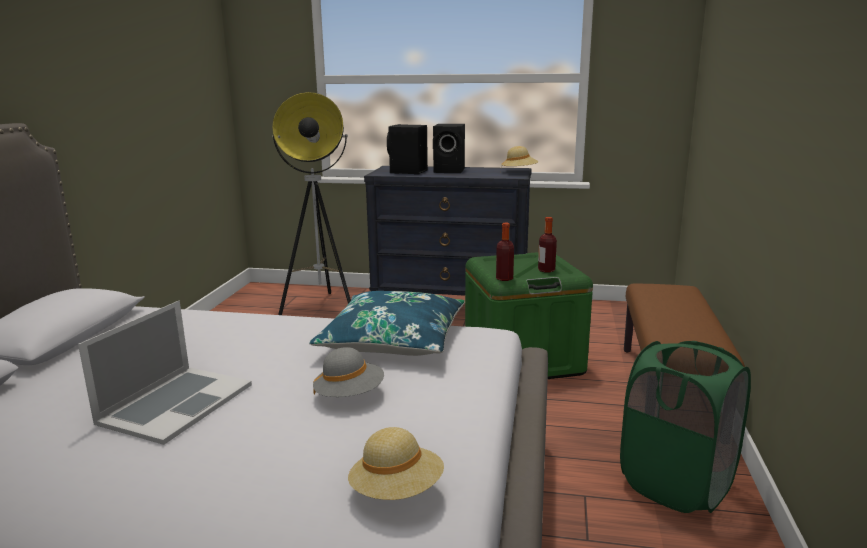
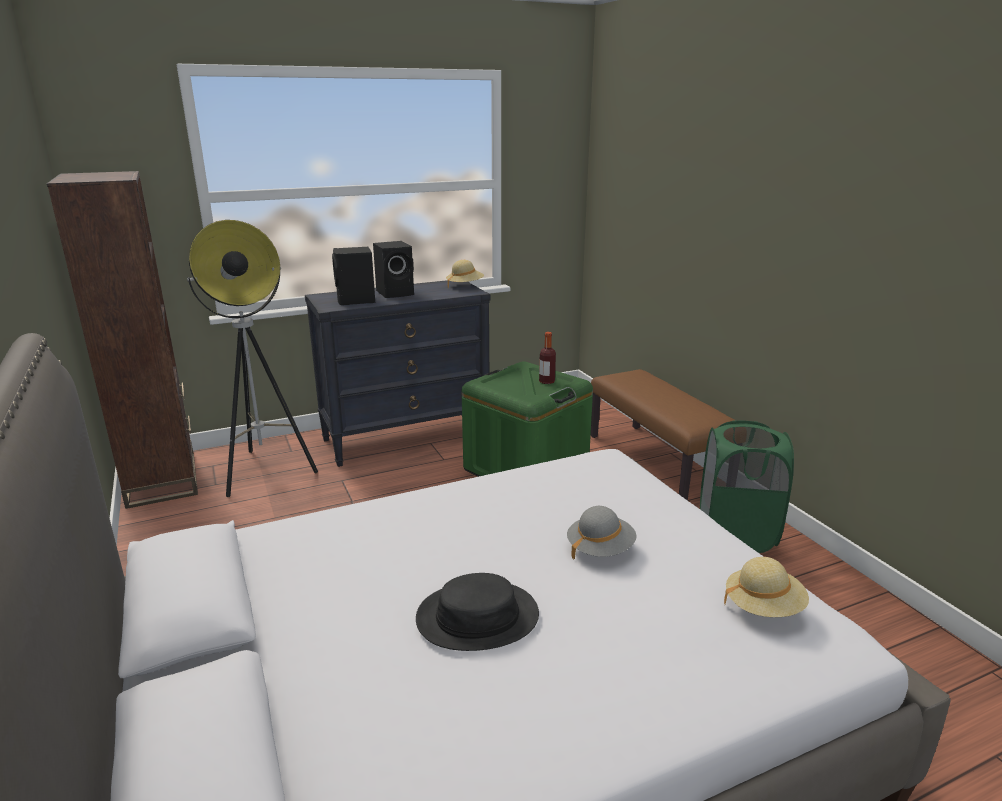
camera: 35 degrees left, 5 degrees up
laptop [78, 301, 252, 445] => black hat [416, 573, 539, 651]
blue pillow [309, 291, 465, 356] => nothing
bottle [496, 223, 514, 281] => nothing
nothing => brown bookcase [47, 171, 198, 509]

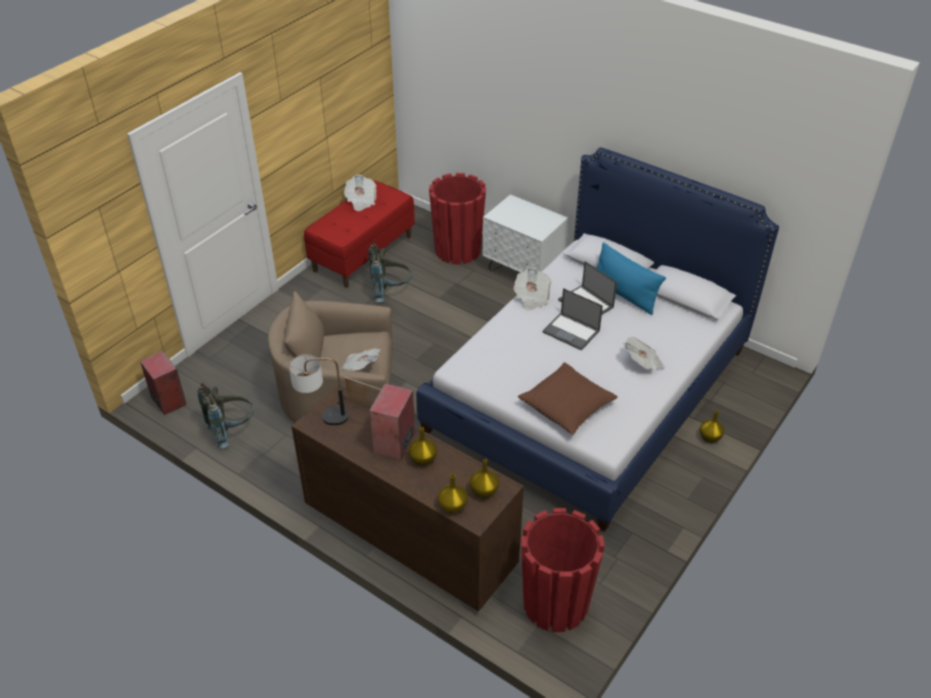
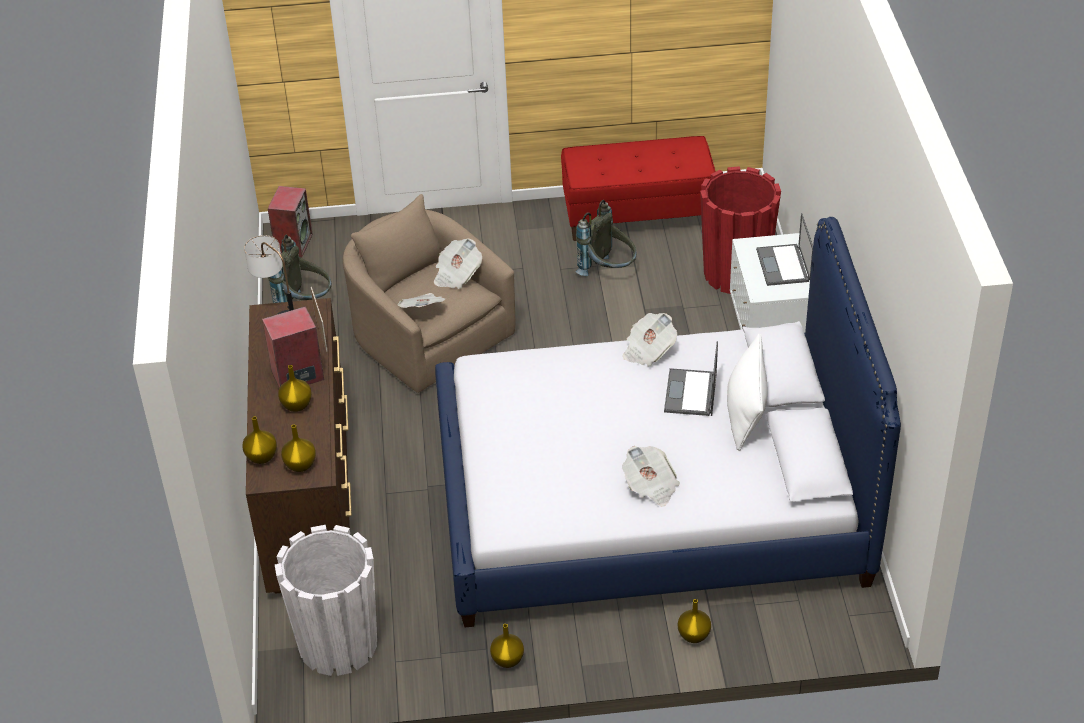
camera: 50 degrees right, 0 degrees up
newspaper [344, 175, 376, 211] => newspaper [434, 239, 482, 289], move
brown pillow [518, 362, 618, 435] => nothing
red planter [521, 508, 605, 632] => white planter [275, 525, 377, 676]
laptop [543, 288, 603, 351] => laptop [756, 213, 813, 286], move
blue pillow [596, 242, 666, 315] => white pillow [727, 334, 768, 451]
nothing => yellow vase [490, 624, 524, 668]

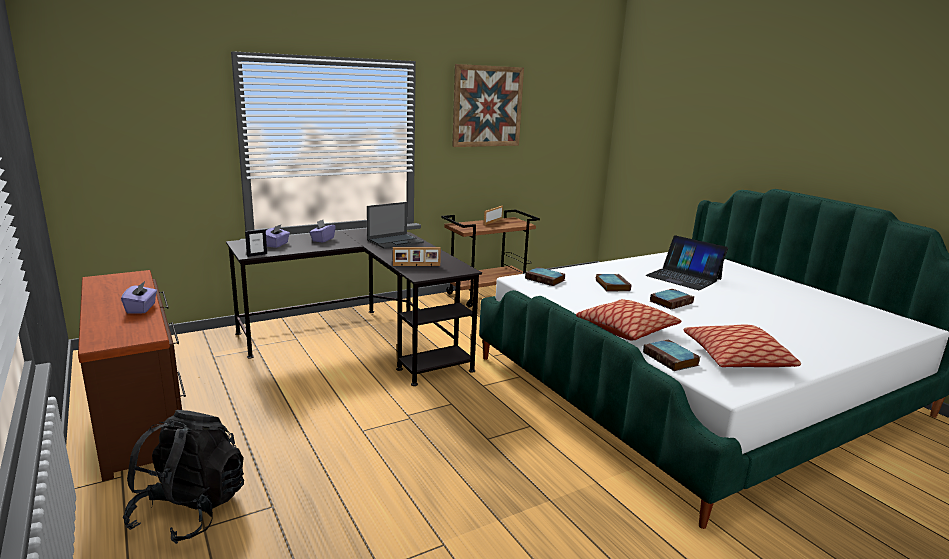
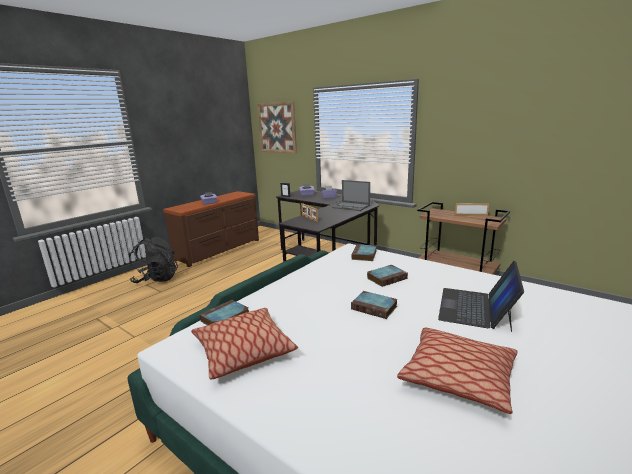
camera: 70 degrees right, 0 degrees up
picture [452, 64, 524, 147] => picture [257, 102, 297, 154], move
pillow [576, 299, 681, 340] => pillow [397, 328, 518, 414], move

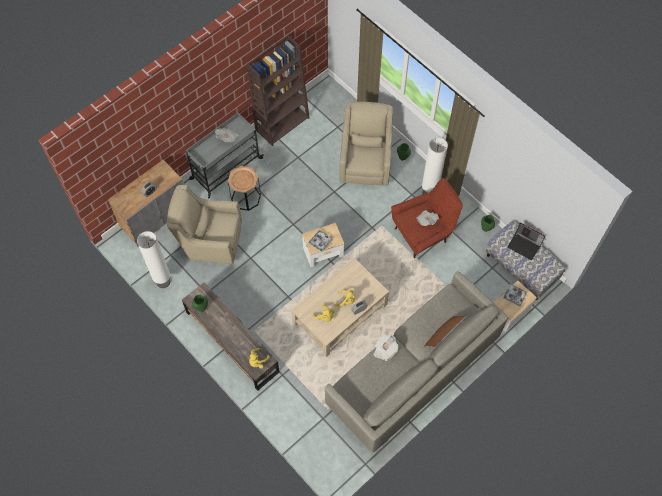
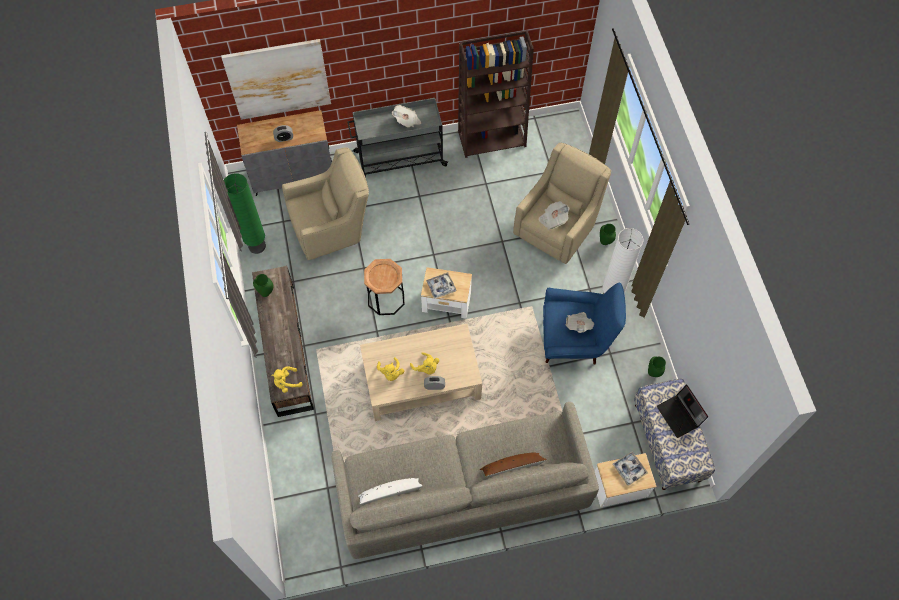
camera: 30 degrees right, 0 degrees up
white floor lamp [137, 231, 170, 288] => green floor lamp [224, 173, 266, 254]
beige armchair [167, 185, 242, 264] => beige armchair [282, 147, 369, 260], 120 degrees clockwise
brown side table [228, 166, 261, 211] => brown side table [364, 259, 404, 315], move
newspaper [373, 335, 398, 361] => newspaper [538, 201, 570, 230], move
red armchair [391, 178, 463, 258] => blue armchair [543, 283, 626, 365]
nothing => picture [221, 39, 331, 120]
nothing => white pillow [358, 478, 422, 505]

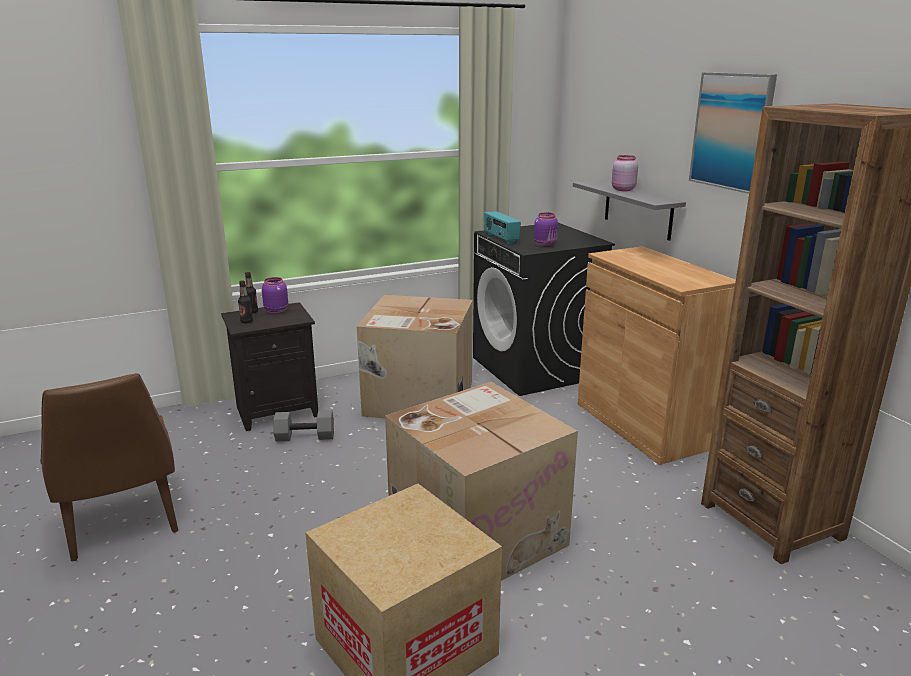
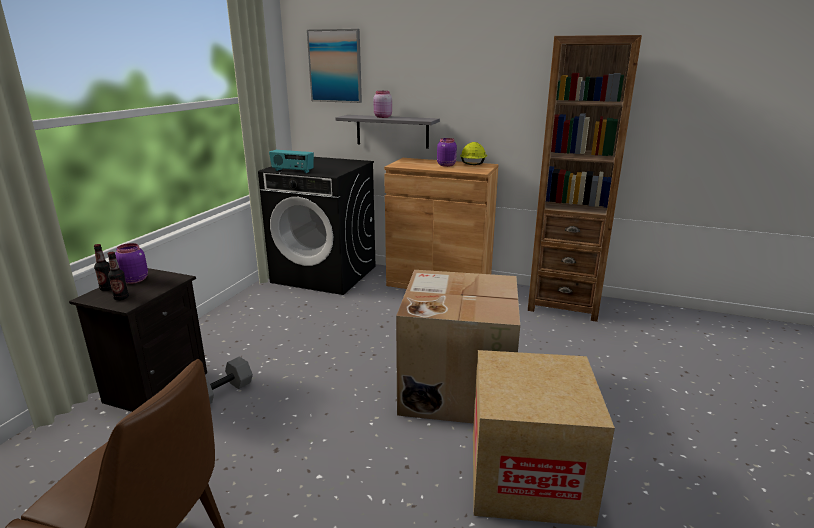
camera: 45 degrees left, 0 degrees up
cardboard box [357, 295, 473, 418] => nothing
purple jar [534, 213, 558, 247] => purple jar [437, 138, 457, 167], move
picture [689, 72, 777, 194] => picture [307, 29, 362, 103], move
nothing => yellow hard hat [460, 142, 487, 165]

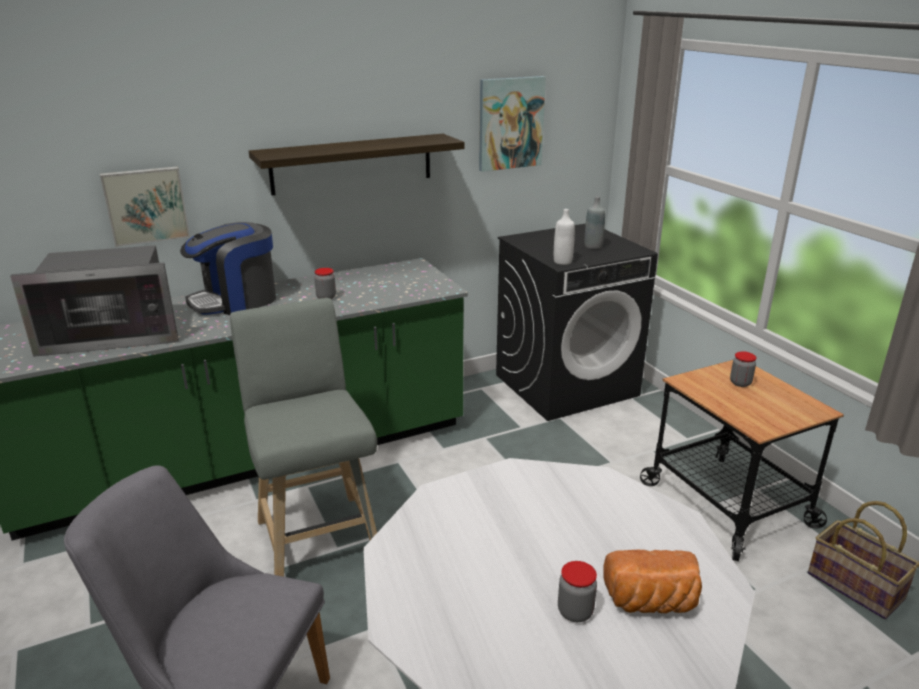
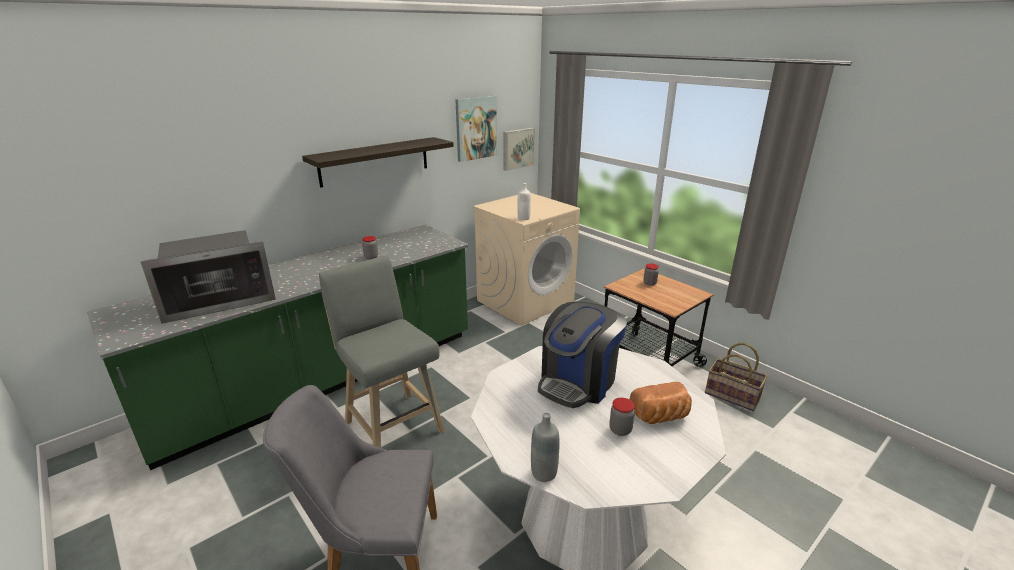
camera: 15 degrees left, 0 degrees up
picture [100, 167, 190, 247] => picture [503, 128, 535, 171], move
coffee machine [180, 222, 276, 315] => coffee machine [538, 301, 627, 408], move
black washing machine [496, 223, 658, 421] => beige washing machine [473, 193, 580, 326]
grey bottle [585, 196, 605, 249] => grey bottle [531, 413, 559, 482], move

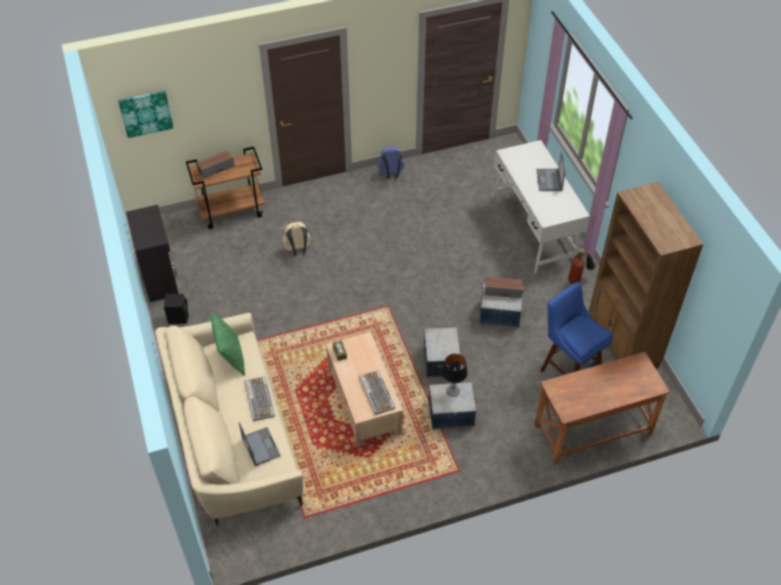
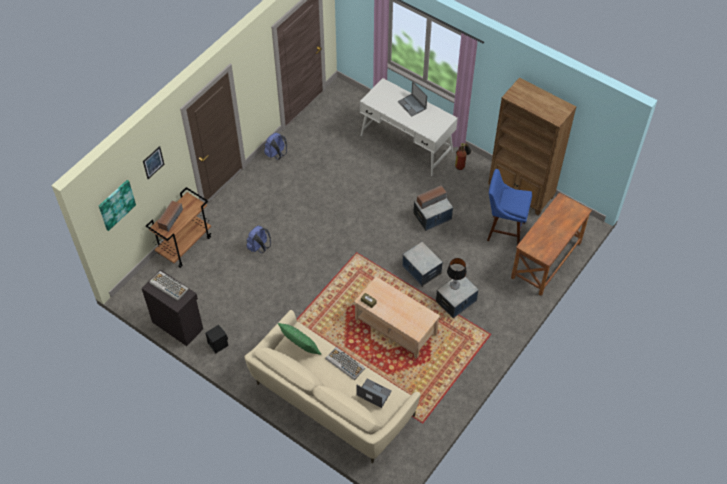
camera: 35 degrees left, 5 degrees up
beige backpack [282, 222, 311, 256] => blue backpack [247, 226, 271, 253]
keyboard [359, 370, 395, 415] => keyboard [149, 271, 189, 301], move
nothing => picture [143, 146, 164, 179]

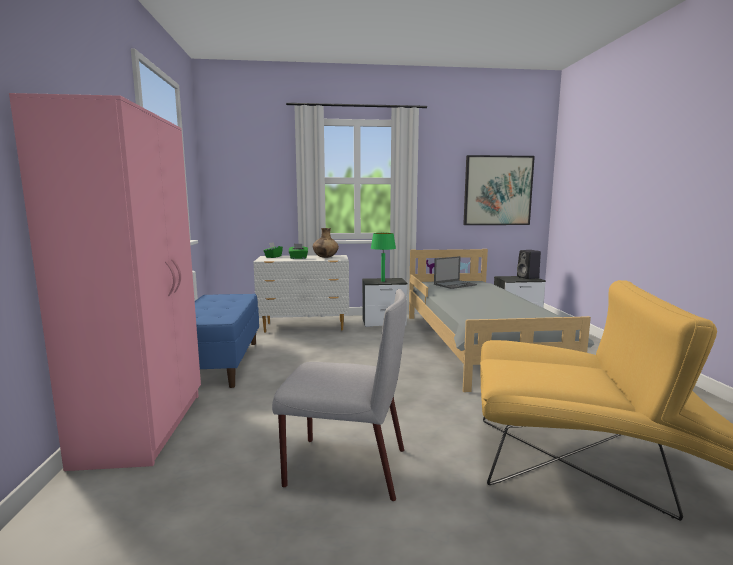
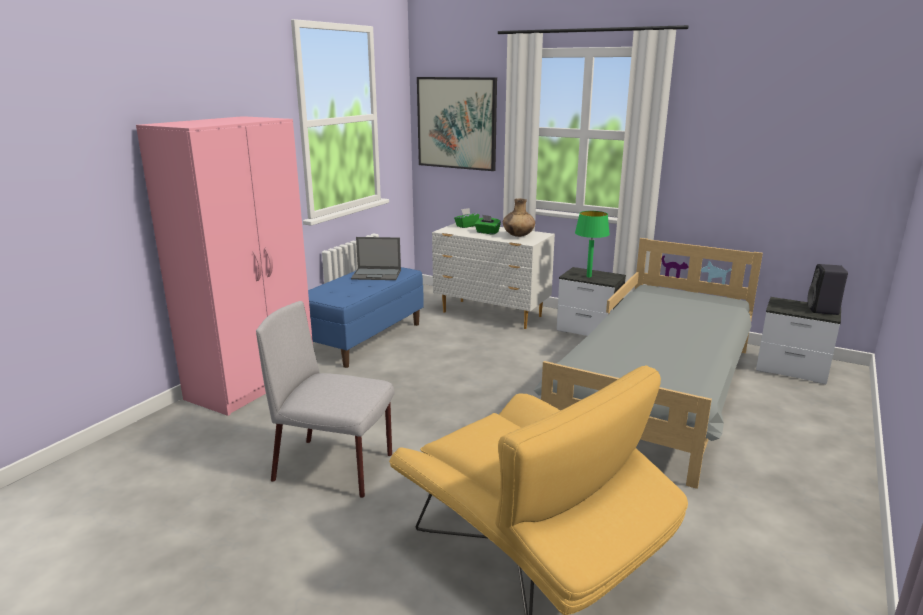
camera: 35 degrees right, 10 degrees up
grey chair [272, 289, 407, 502] => grey chair [256, 301, 394, 498], 150 degrees clockwise
laptop [434, 256, 477, 289] => laptop [351, 237, 401, 280], move
picture [463, 155, 535, 225] => picture [417, 77, 497, 171], move

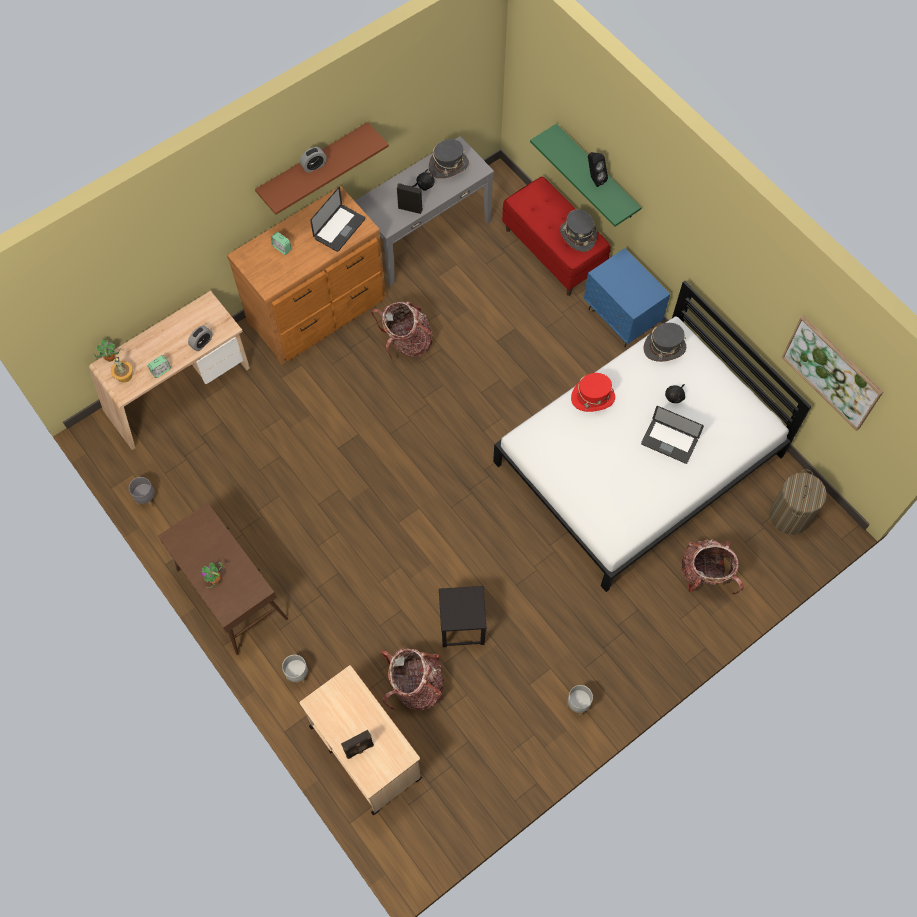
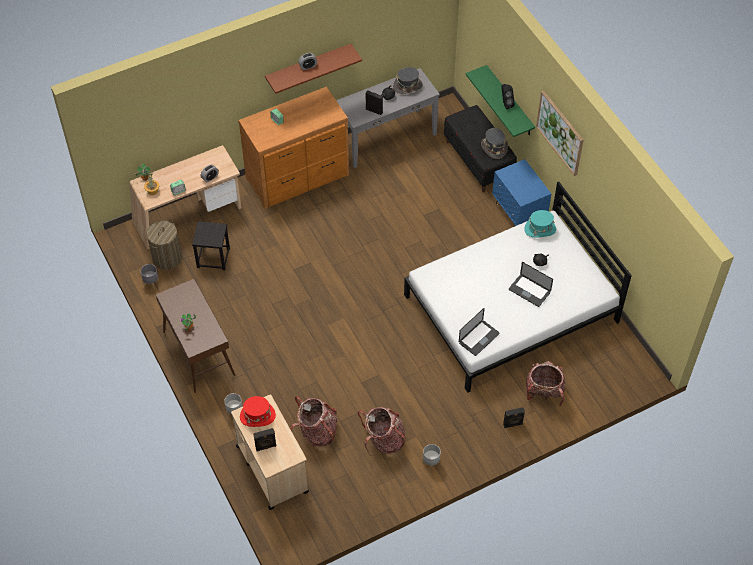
camera: 10 degrees right, 10 degrees down
laptop [310, 187, 365, 252] => laptop [459, 308, 499, 356], move
backpack [371, 301, 433, 363] => backpack [358, 407, 405, 456], move
black stool [439, 586, 486, 647] => black stool [192, 221, 230, 270], move
red bench [502, 177, 611, 296] => black bench [444, 105, 517, 192]
red hat [571, 373, 615, 412] => red hat [240, 396, 276, 427], move
grey hat [644, 323, 686, 362] => turquoise hat [524, 210, 556, 238]
laundry basket [769, 469, 827, 535] => laundry basket [147, 220, 182, 270], move
picture [782, 315, 883, 431] => picture [536, 90, 584, 176], move
nothing => black speaker [503, 407, 525, 428]

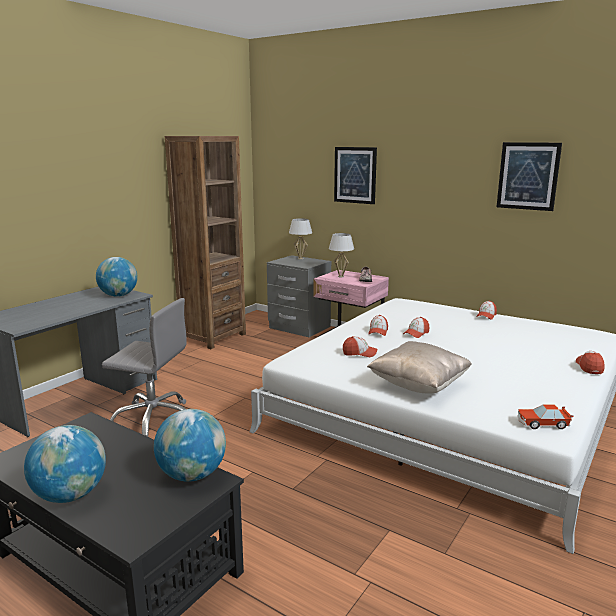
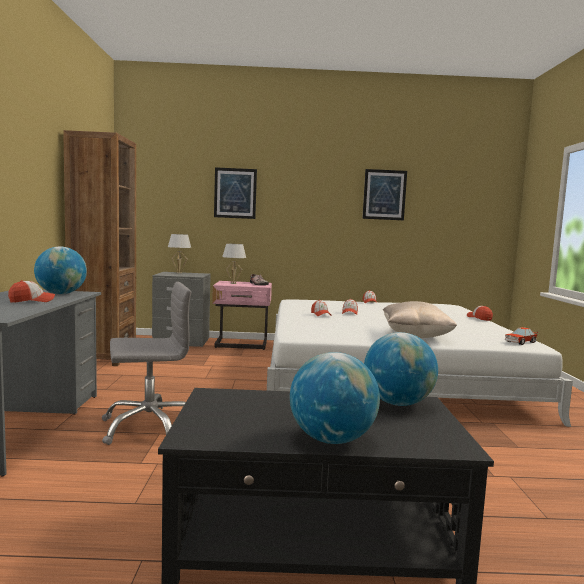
camera: 35 degrees left, 10 degrees down
cap [343, 336, 377, 357] => cap [8, 280, 55, 303], move

